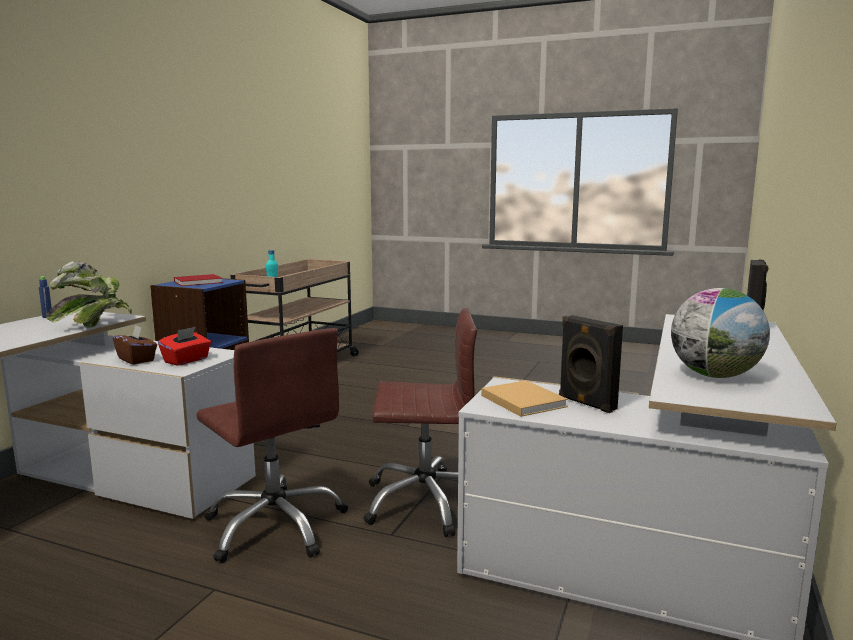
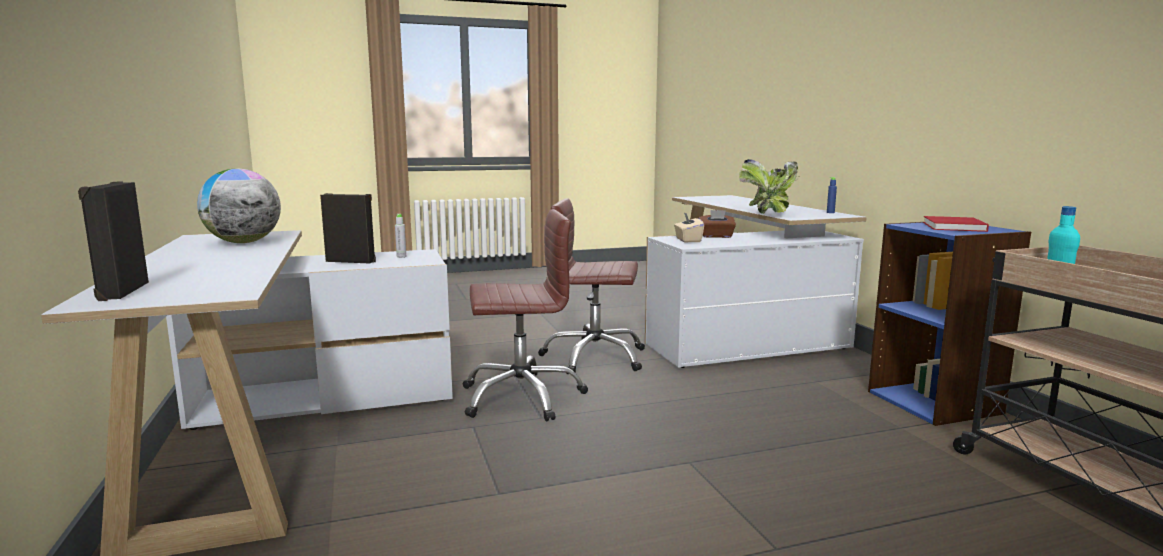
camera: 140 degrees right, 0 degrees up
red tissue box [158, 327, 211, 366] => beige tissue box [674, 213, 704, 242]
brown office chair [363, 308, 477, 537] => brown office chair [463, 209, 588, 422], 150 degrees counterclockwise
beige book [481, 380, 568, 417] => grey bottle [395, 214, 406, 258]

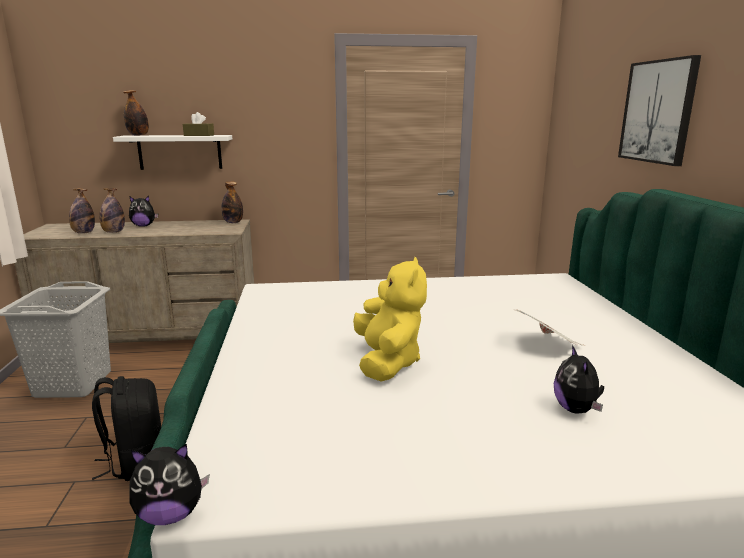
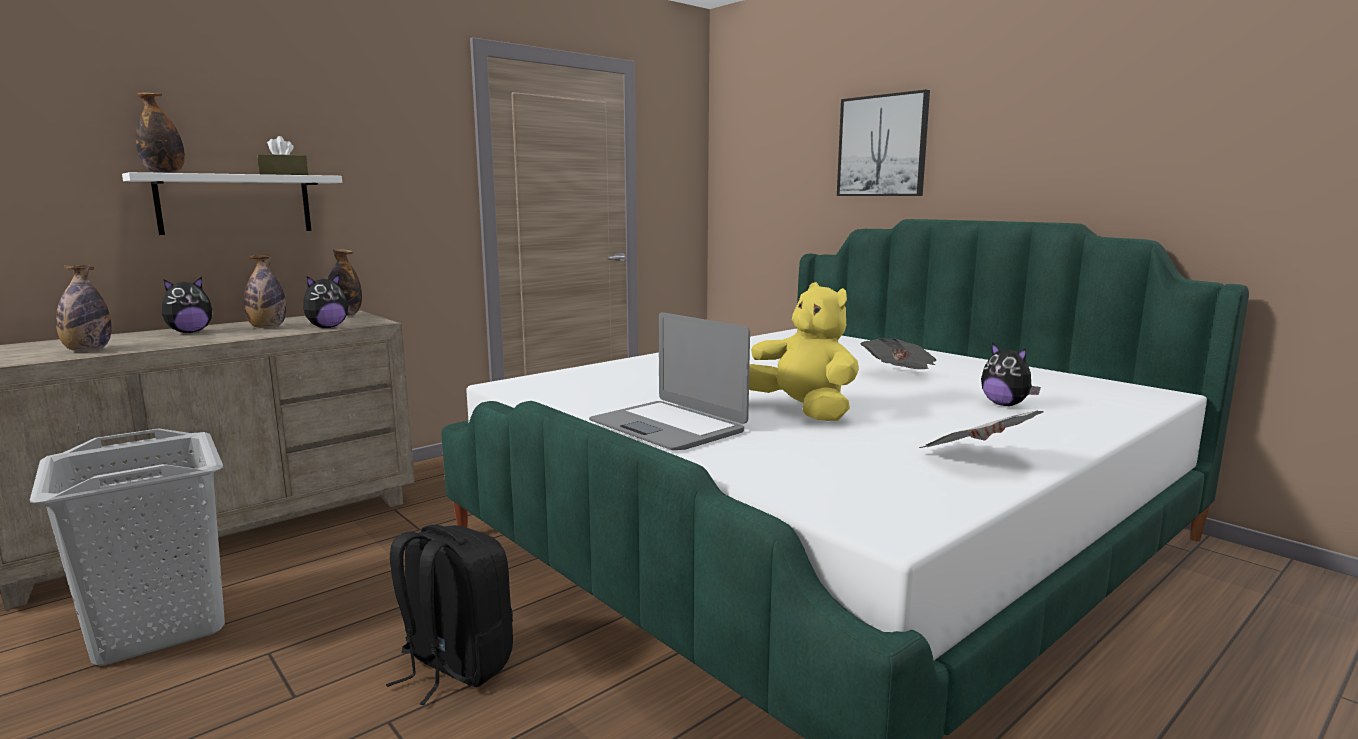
camera: 35 degrees left, 5 degrees down
bottle [99, 188, 125, 233] => bottle [244, 255, 286, 328], move
plush toy [129, 444, 210, 525] => plush toy [303, 274, 348, 328], move
nothing => laptop [589, 312, 750, 450]
nothing => newspaper [919, 410, 1044, 448]

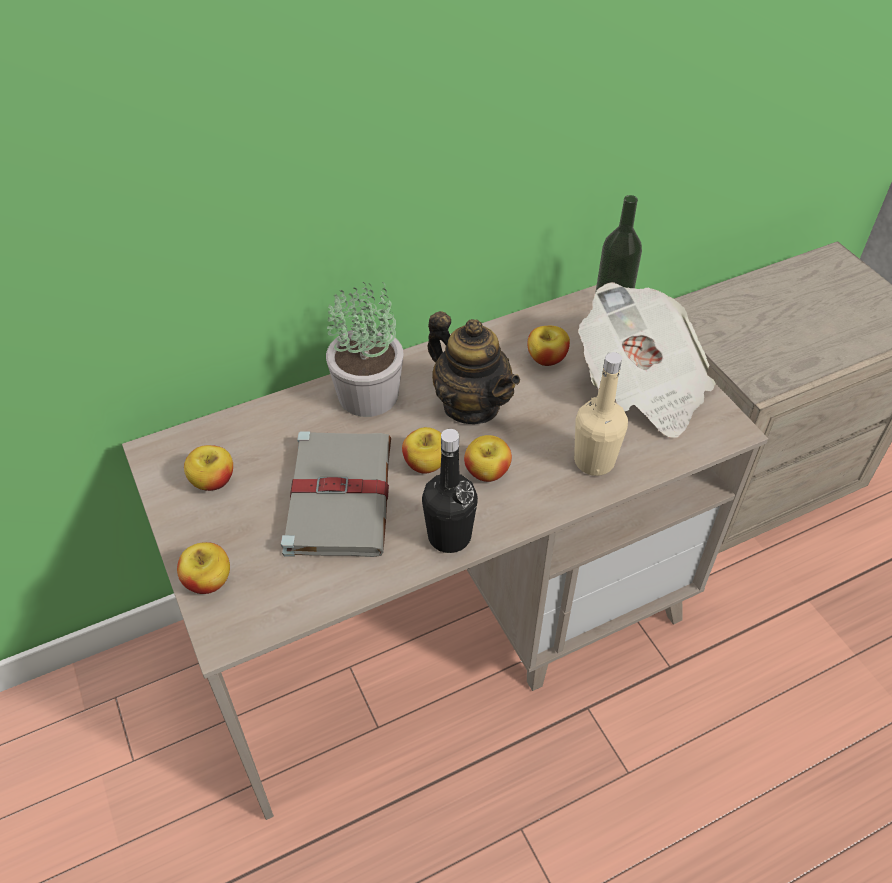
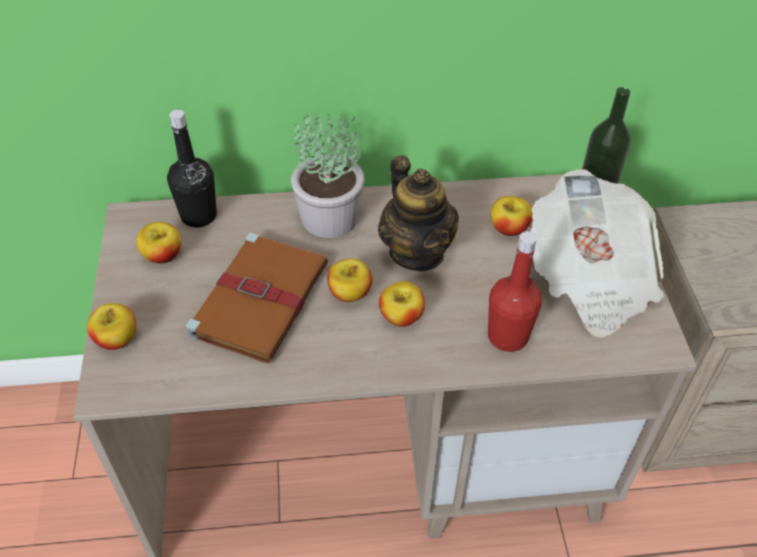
camera: 20 degrees right, 0 degrees up
grey book [281, 431, 391, 557] => brown book [185, 233, 328, 363]
black bottle [422, 429, 478, 553] => black bottle [167, 110, 217, 228], move
beige bottle [574, 352, 628, 476] => red bottle [488, 231, 542, 352]

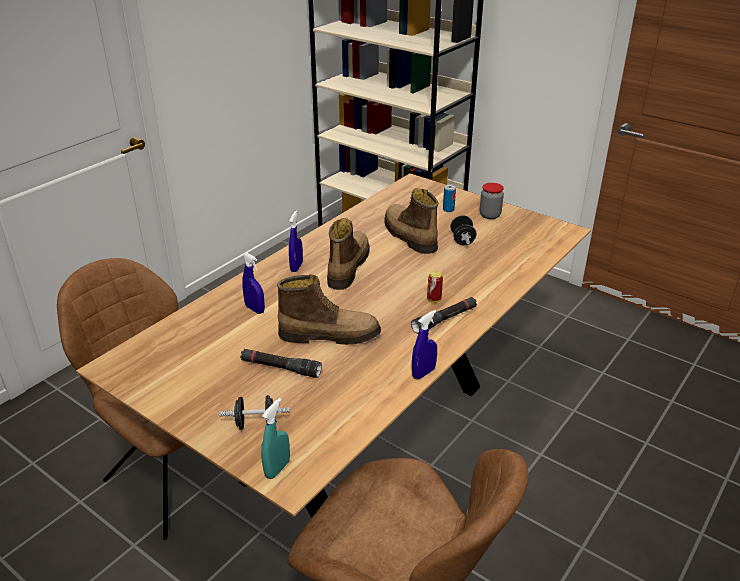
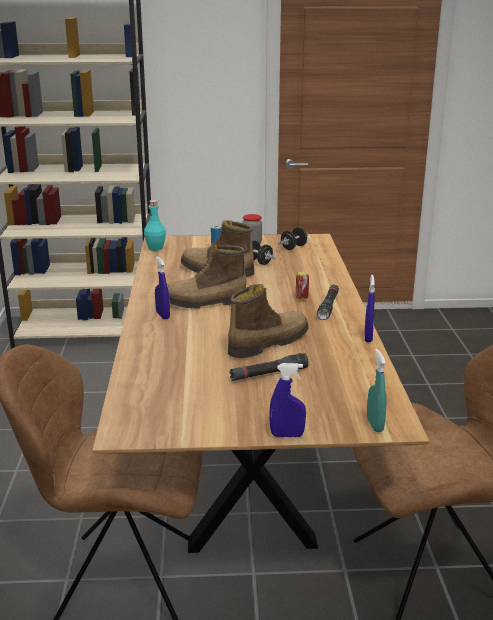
camera: 40 degrees left, 10 degrees down
black dumbbell [219, 395, 290, 430] => black dumbbell [278, 227, 309, 250], move
blue spray bottle [242, 253, 265, 314] => blue spray bottle [269, 363, 306, 437], move
boot [327, 218, 370, 290] => boot [167, 244, 246, 309], 75 degrees counterclockwise
nothing => turquoise bottle [144, 200, 166, 251]

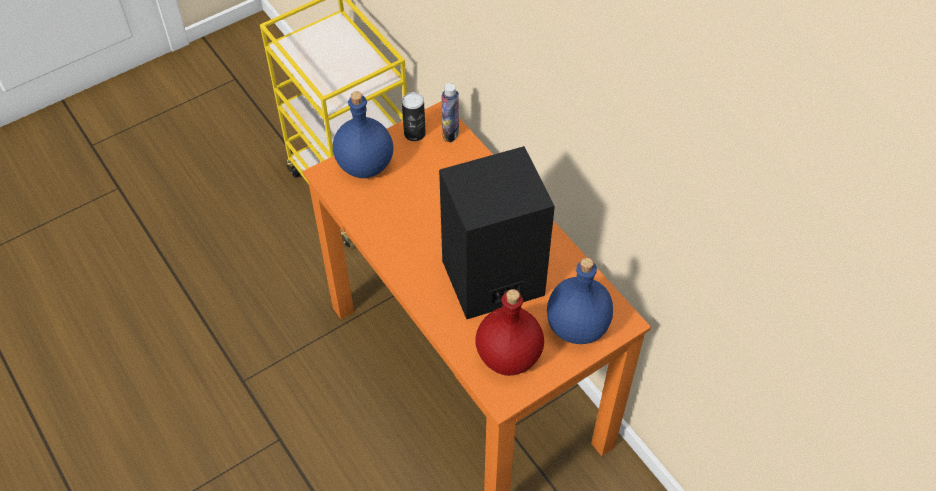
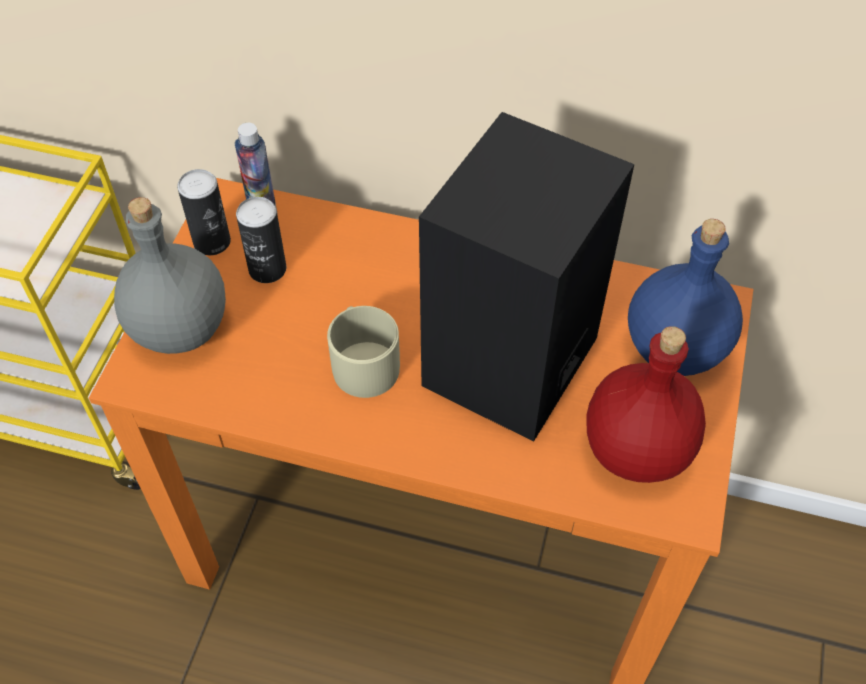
camera: 40 degrees left, 0 degrees up
blue bottle [333, 91, 393, 178] => grey bottle [114, 197, 226, 354]
nothing => can [236, 197, 286, 283]
nothing => beige mug [327, 306, 400, 398]

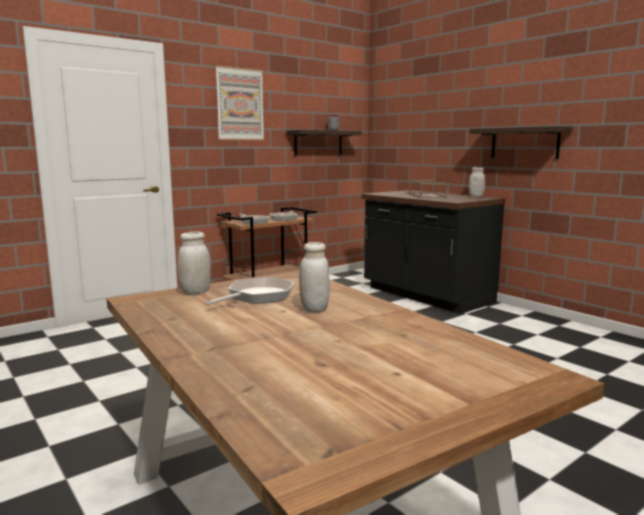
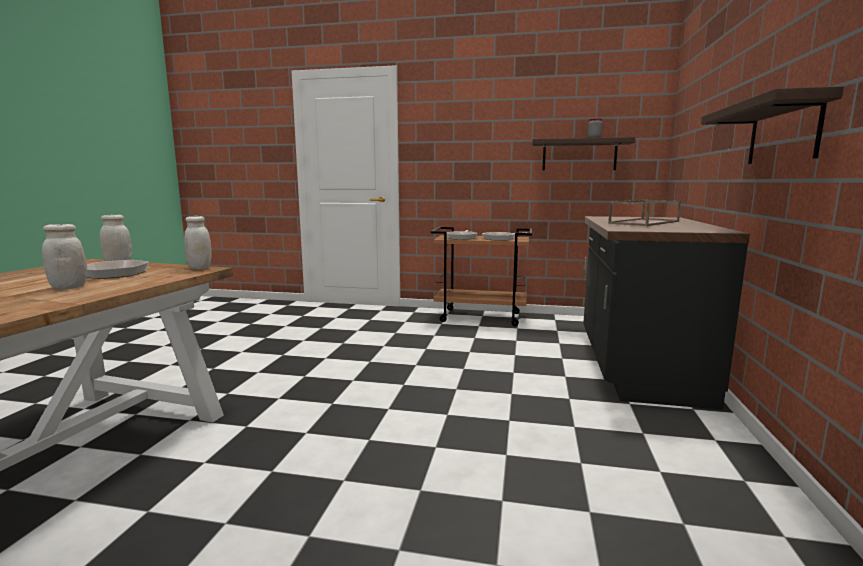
camera: 50 degrees right, 0 degrees up
picture [215, 65, 264, 140] => nothing
white jar [469, 167, 485, 197] => white jar [184, 216, 212, 270], move

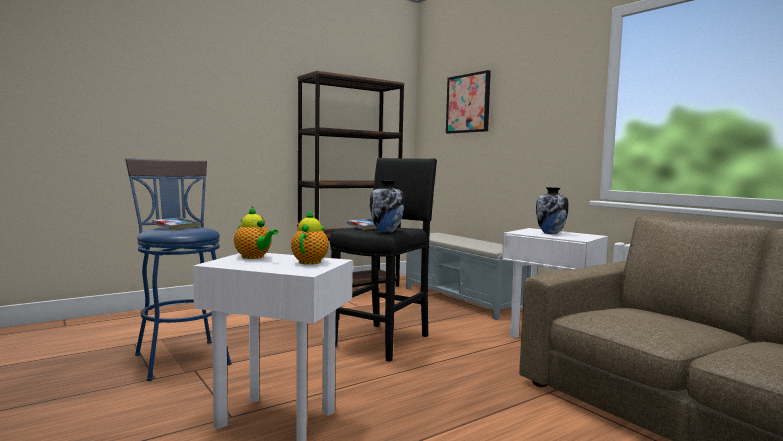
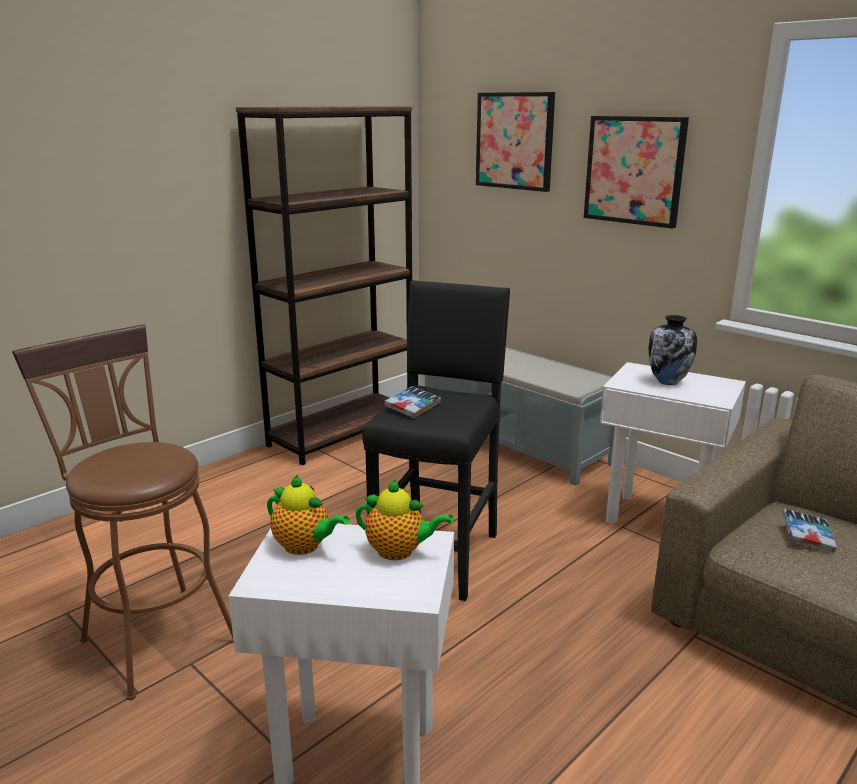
camera: 10 degrees left, 15 degrees up
blue stool [125, 158, 232, 381] => brown stool [12, 324, 234, 700]
book [152, 217, 200, 230] => book [783, 509, 837, 553], move
teapot [291, 209, 329, 265] => teapot [356, 479, 454, 560], 105 degrees clockwise
vase [370, 180, 405, 233] => nothing
nothing => picture [584, 116, 689, 229]

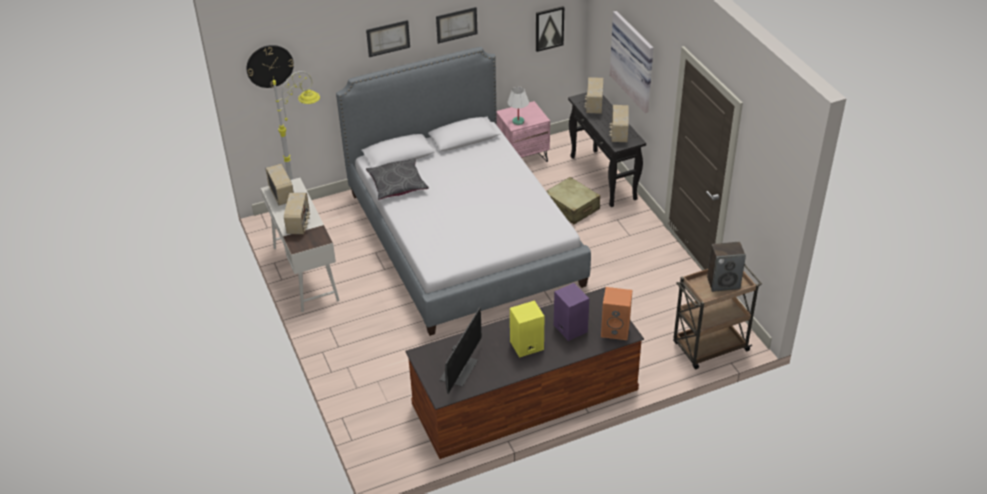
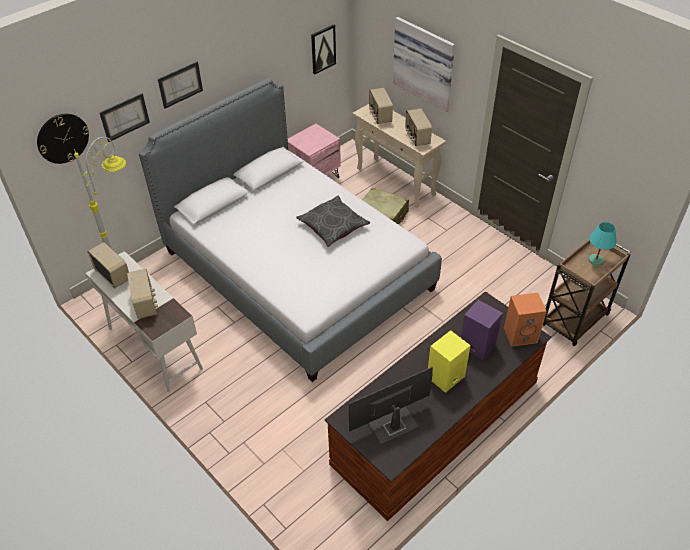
camera: 20 degrees left, 5 degrees up
grey pillow [366, 158, 429, 200] => grey pillow [296, 196, 370, 247], move
picture [436, 7, 478, 44] => picture [100, 94, 150, 142], move
monitor [440, 307, 482, 394] => monitor [349, 367, 433, 445], 120 degrees counterclockwise
white table lamp [507, 87, 529, 125] => nothing
black console table [568, 92, 646, 207] => beige console table [353, 104, 446, 207]
speaker [707, 242, 746, 292] => turquoise table lamp [589, 222, 616, 266]

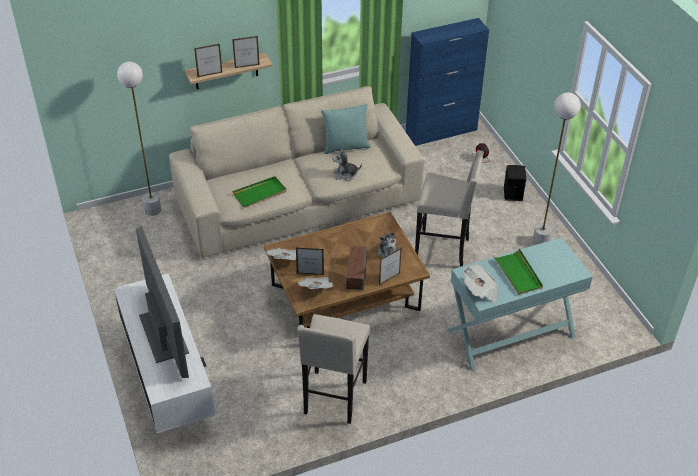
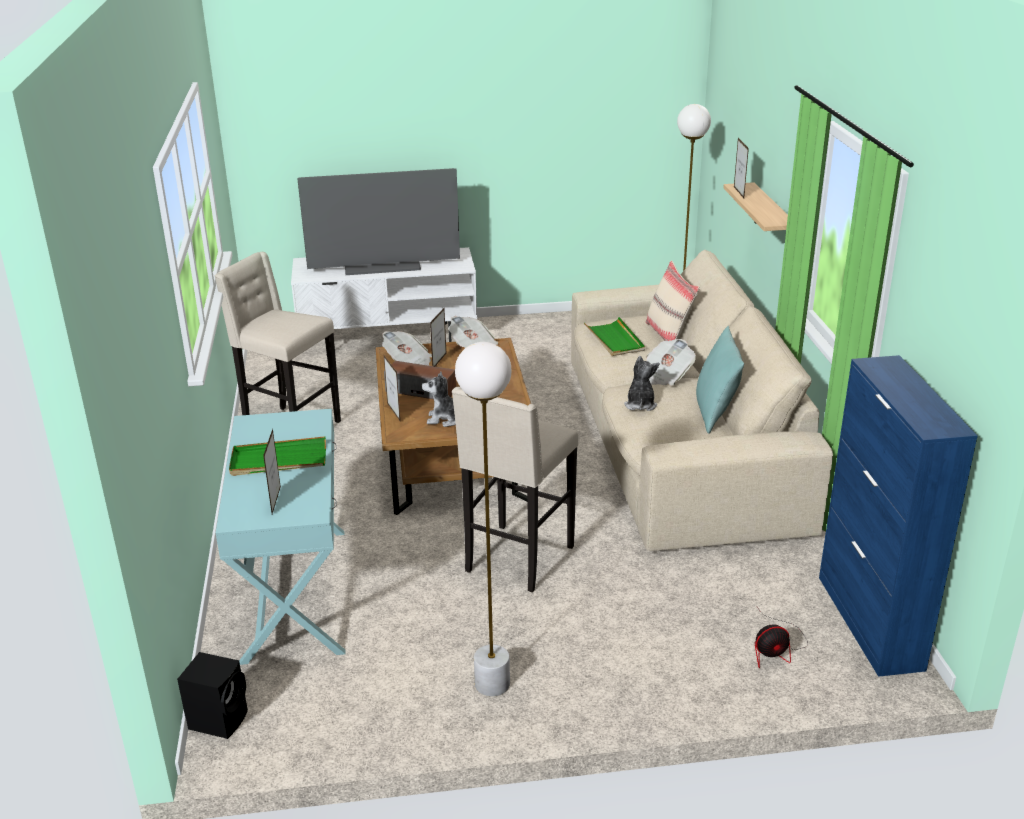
camera: 105 degrees right, 15 degrees down
picture frame [232, 36, 260, 68] => picture frame [263, 429, 281, 514], move
newspaper [463, 265, 498, 302] => newspaper [646, 339, 696, 386], move
black speaker [504, 165, 526, 201] => black speaker [177, 652, 248, 739], move
nothing => beige pillow [646, 260, 700, 341]

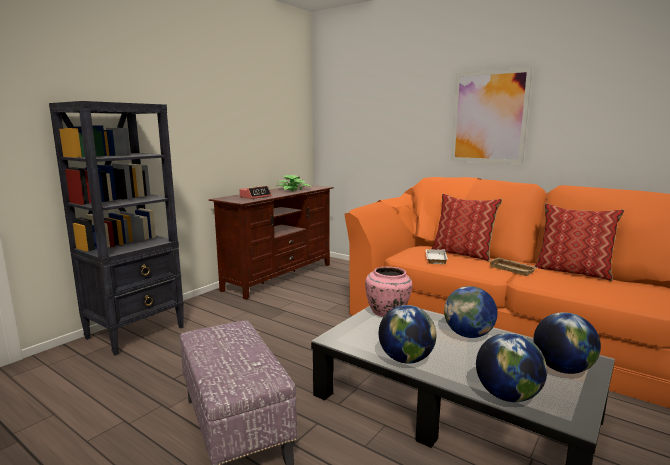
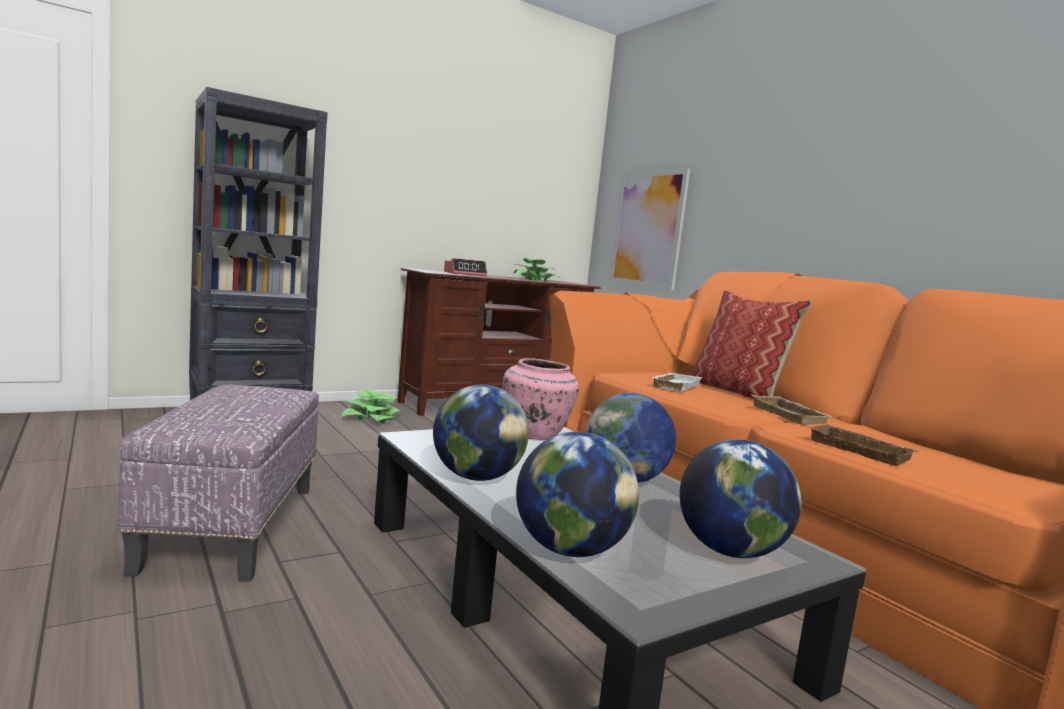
camera: 20 degrees right, 5 degrees down
picture [451, 67, 532, 164] => picture [610, 168, 690, 290], move
pillow [535, 203, 624, 281] => nothing
nothing => potted plant [341, 390, 403, 423]
nothing => brown tray [809, 424, 920, 466]

